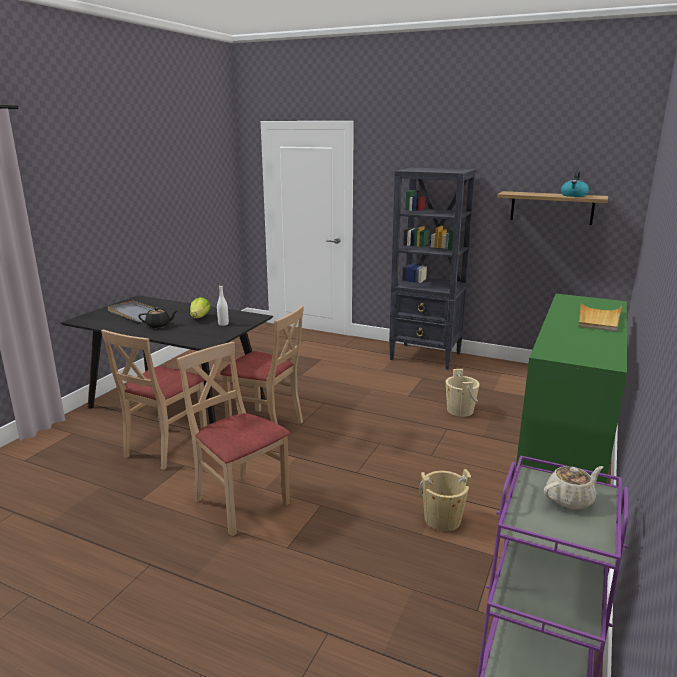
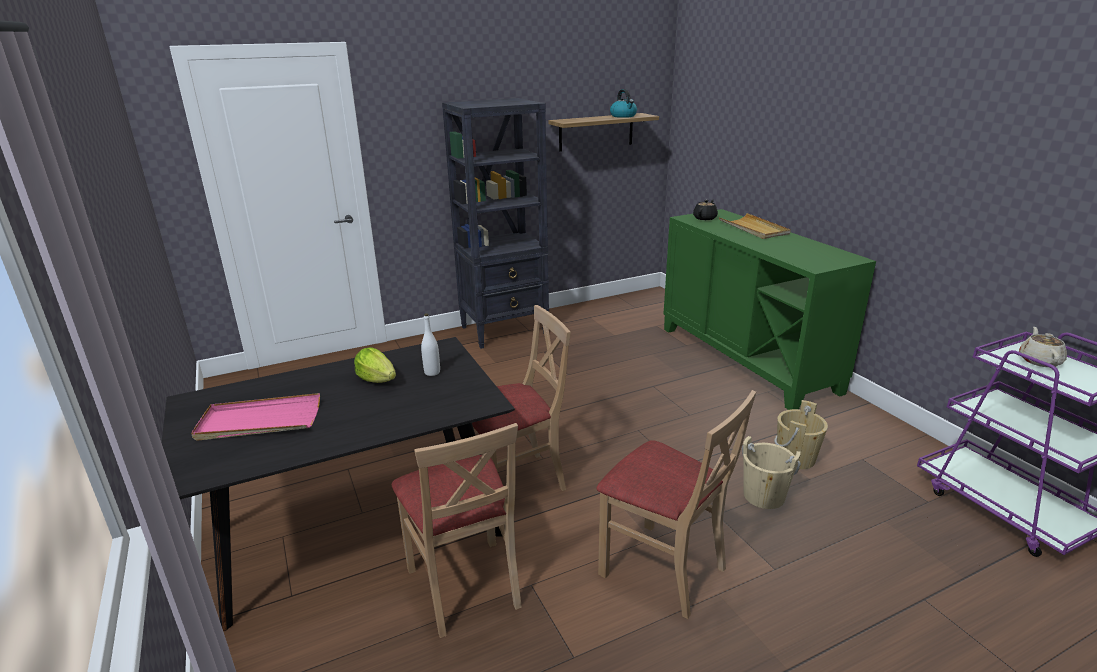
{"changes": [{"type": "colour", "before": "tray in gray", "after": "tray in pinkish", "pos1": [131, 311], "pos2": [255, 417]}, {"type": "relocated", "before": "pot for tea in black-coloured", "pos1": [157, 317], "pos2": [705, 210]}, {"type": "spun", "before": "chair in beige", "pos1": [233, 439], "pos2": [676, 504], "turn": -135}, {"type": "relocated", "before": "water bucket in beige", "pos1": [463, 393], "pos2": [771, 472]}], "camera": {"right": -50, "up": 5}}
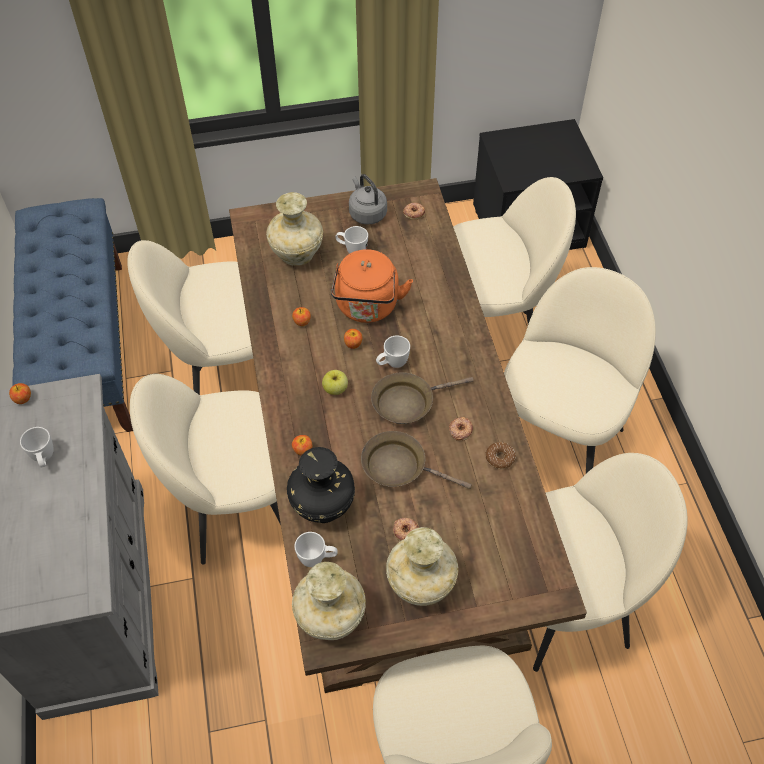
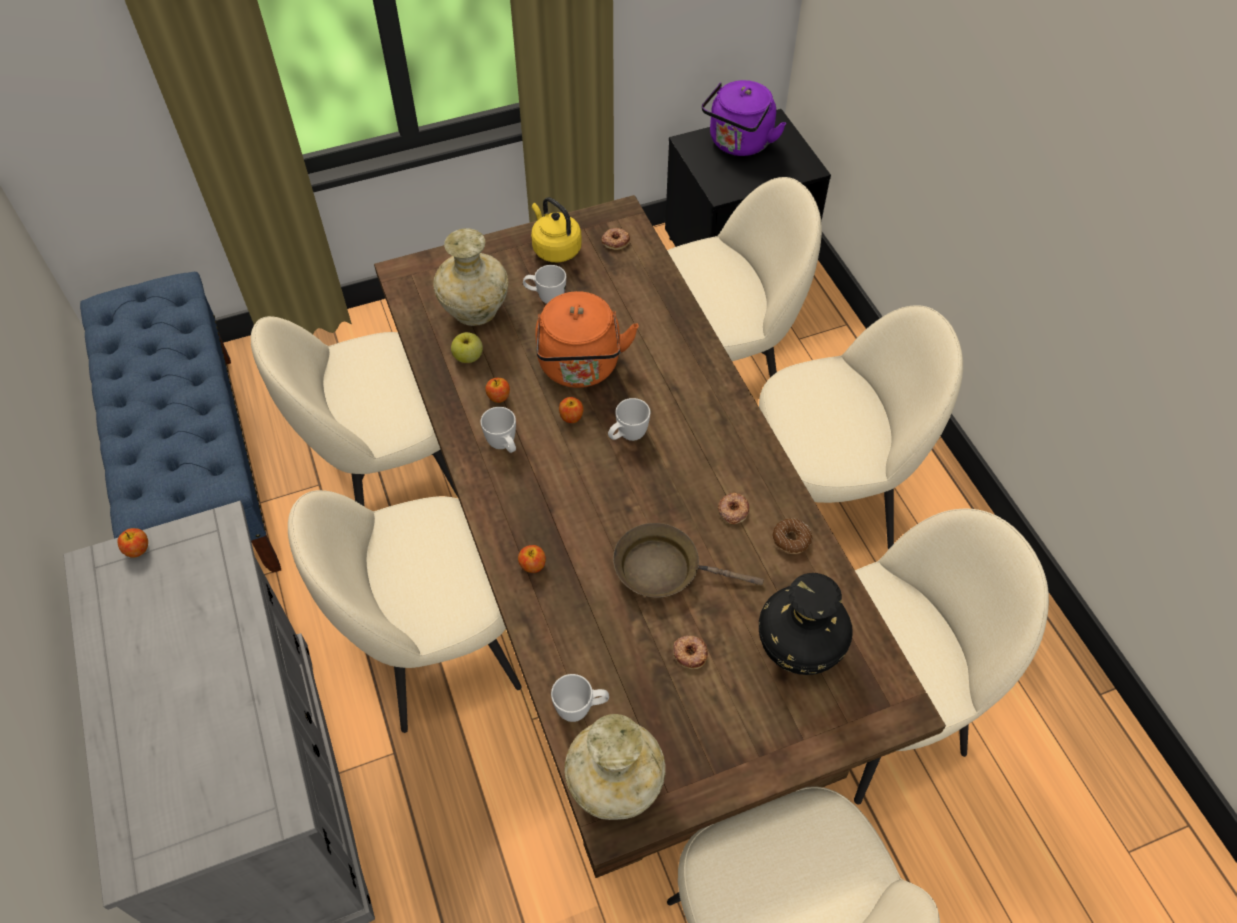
{"changes": [{"type": "relocated", "before": "tea mug in white", "pos1": [37, 447], "pos2": [498, 430]}, {"type": "relocated", "before": "flower vase in black-coloured", "pos1": [321, 485], "pos2": [806, 624]}, {"type": "relocated", "before": "apple", "pos1": [335, 382], "pos2": [467, 347]}, {"type": "colour", "before": "tea kettle in gray", "after": "tea kettle in yellow", "pos1": [368, 199], "pos2": [556, 229]}, {"type": "missing", "before": "frying pan in brown", "pos1": [422, 398]}, {"type": "missing", "before": "flower vase in beige", "pos1": [422, 566]}, {"type": "spun", "before": "chair in beige", "pos1": [580, 370], "pos2": [861, 427], "turn": 60}, {"type": "appeared", "after": "tea kettle in purple-coloured", "pos2": [744, 118]}], "camera": {"right": -10, "up": 0}}
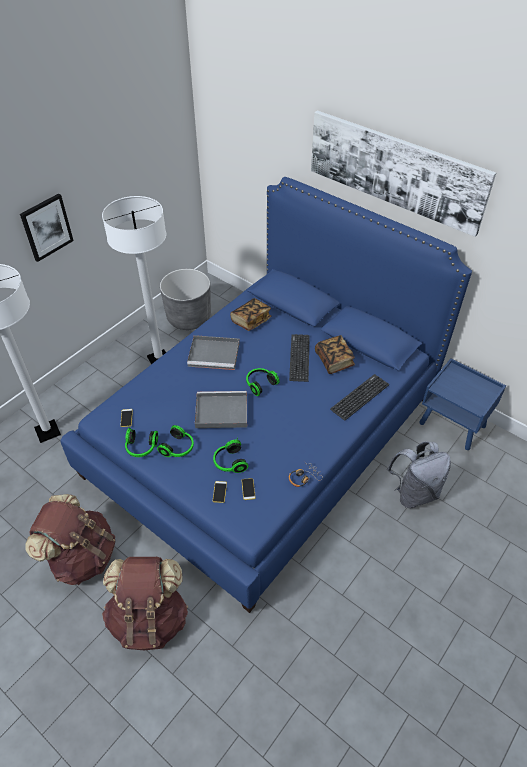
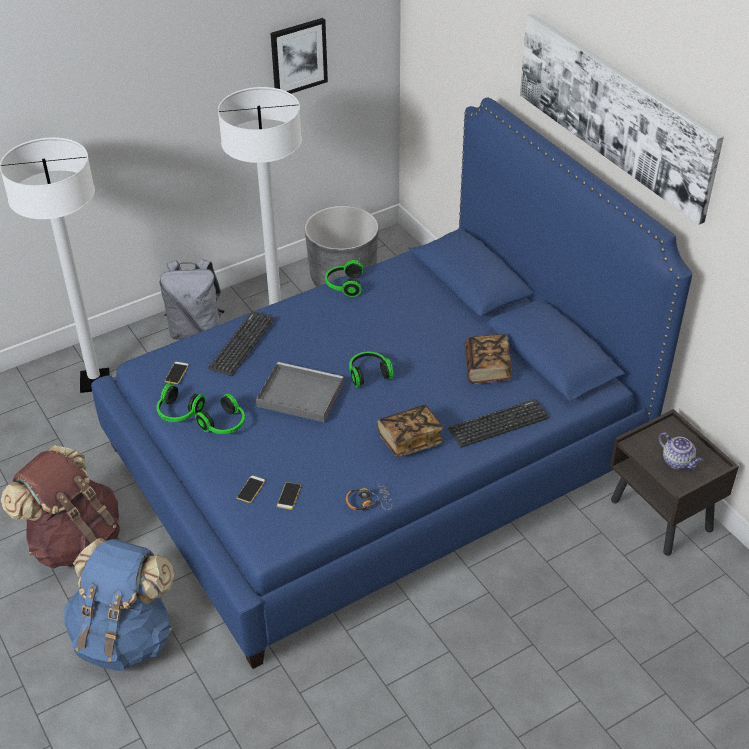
{"changes": [{"type": "relocated", "before": "wall art", "pos1": [47, 227], "pos2": [299, 56]}, {"type": "colour", "before": "knapsack in brown", "after": "knapsack in bluish", "pos1": [145, 603], "pos2": [118, 604]}, {"type": "missing", "before": "tray in gray", "pos1": [213, 352]}, {"type": "relocated", "before": "headphones", "pos1": [230, 455], "pos2": [344, 277]}, {"type": "relocated", "before": "book", "pos1": [250, 314], "pos2": [410, 431]}, {"type": "relocated", "before": "computer keyboard", "pos1": [299, 358], "pos2": [241, 344]}, {"type": "relocated", "before": "knapsack in gray", "pos1": [418, 475], "pos2": [192, 299]}, {"type": "colour", "before": "bedside table in bluish", "after": "bedside table in brown", "pos1": [462, 404], "pos2": [674, 482]}, {"type": "appeared", "after": "pot for tea", "pos2": [680, 451]}], "camera": {"right": 20, "up": -5}}
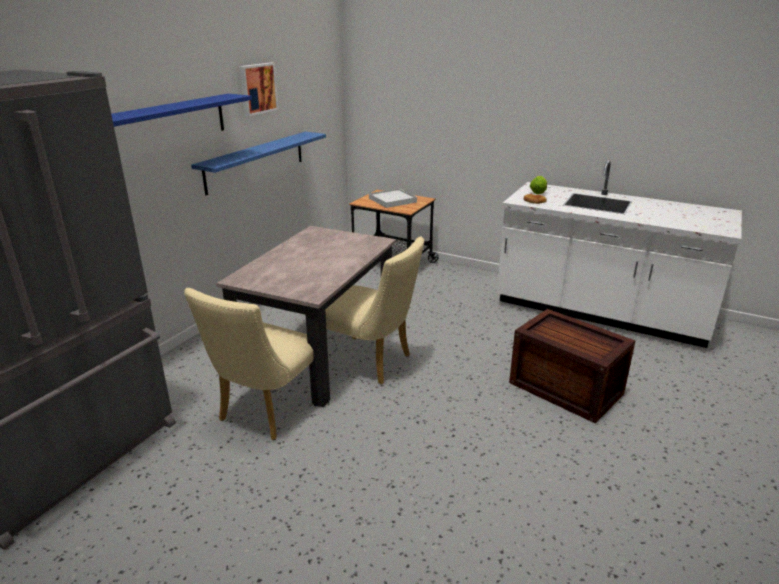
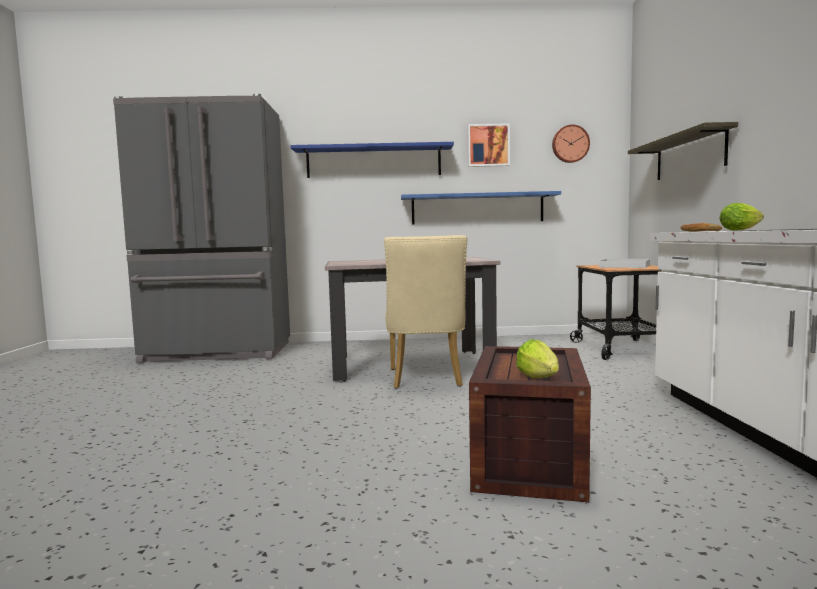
{"changes": [{"type": "missing", "before": "chair in beige", "pos1": [249, 364]}, {"type": "appeared", "after": "head of lettuce", "pos2": [537, 358]}, {"type": "appeared", "after": "hanging clock", "pos2": [571, 144]}, {"type": "appeared", "after": "bracket shelf", "pos2": [683, 151]}], "camera": {"right": 60, "up": -20}}
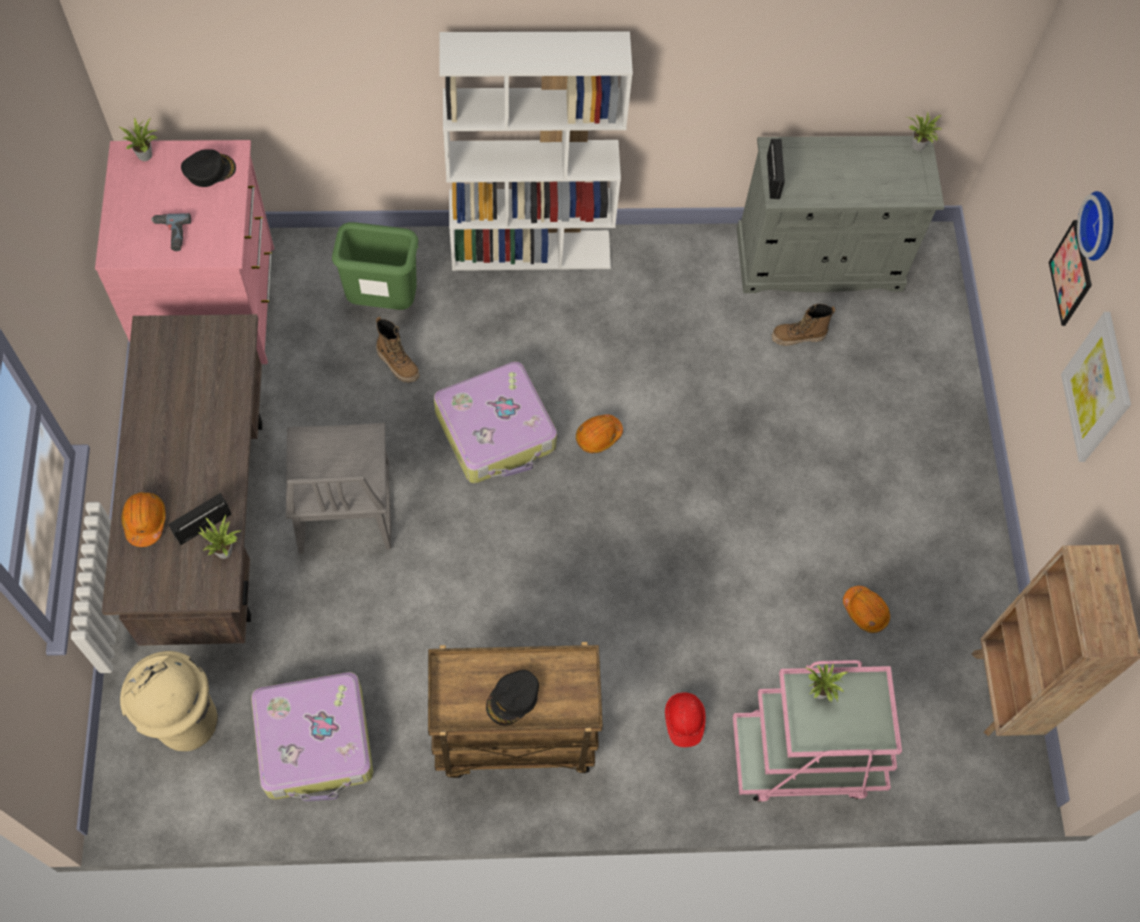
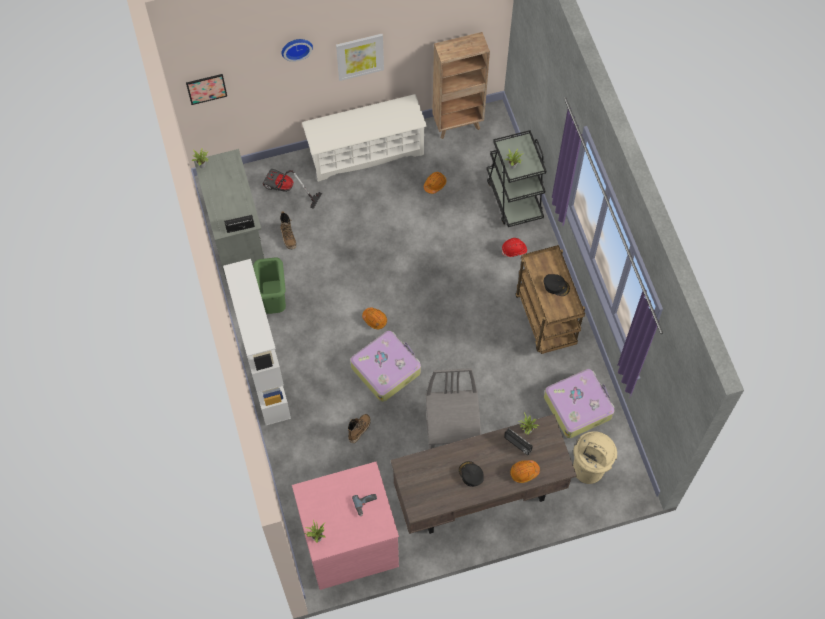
{"changes": [{"type": "relocated", "before": "baseball cap in black-coloured", "pos1": [208, 168], "pos2": [471, 474]}, {"type": "spun", "before": "chair in gray", "pos1": [338, 488], "pos2": [453, 408], "turn": -75}, {"type": "relocated", "before": "rubbish bin in green-coloured", "pos1": [375, 266], "pos2": [269, 286]}, {"type": "colour", "before": "cart in pinkish", "after": "cart in black-coloured", "pos1": [817, 731], "pos2": [516, 178]}, {"type": "relocated", "before": "wall art", "pos1": [1070, 273], "pos2": [206, 89]}, {"type": "appeared", "after": "vacuum", "pos2": [292, 189]}, {"type": "appeared", "after": "shoe stand in white", "pos2": [364, 138]}], "camera": {"right": -100, "up": 0}}
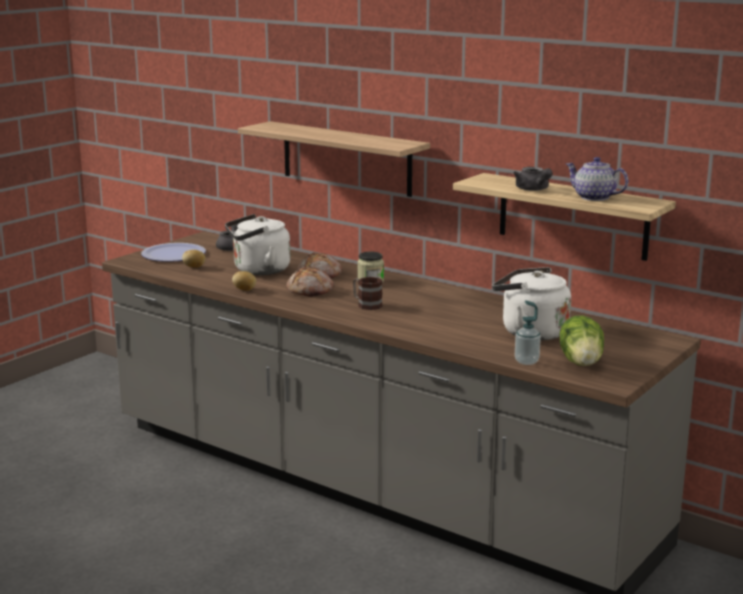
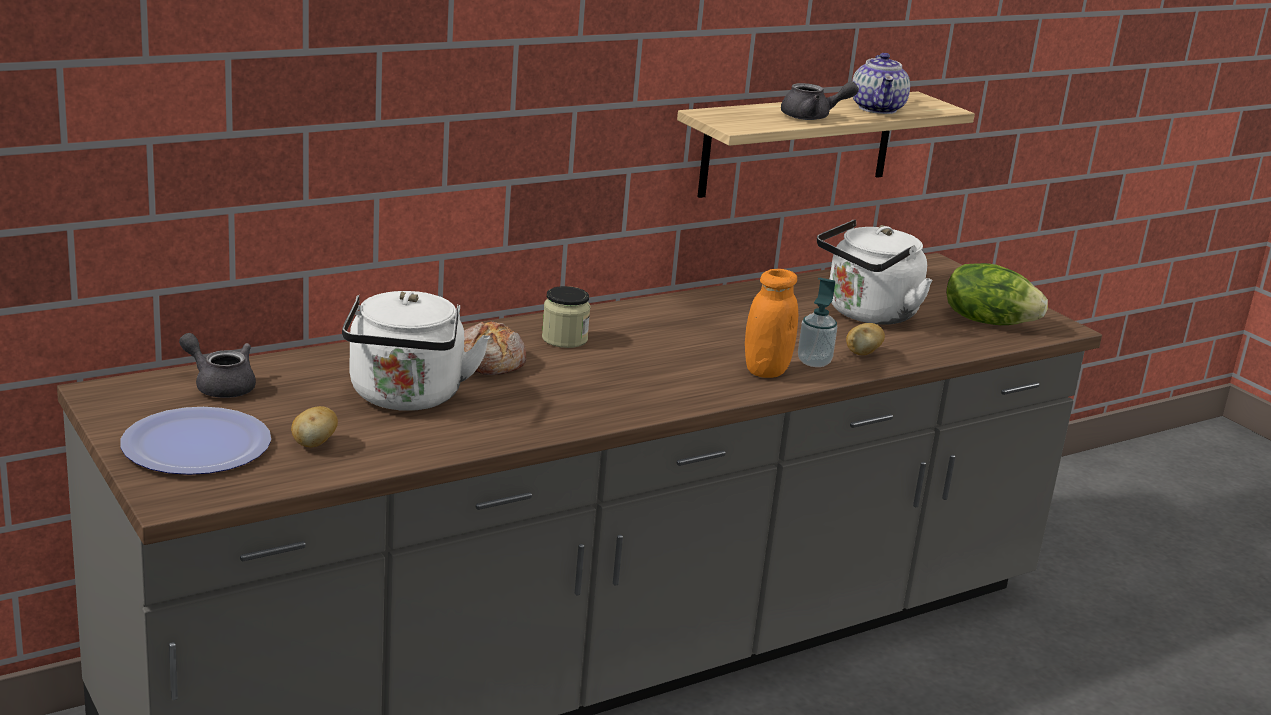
{"changes": [{"type": "relocated", "before": "whole potato", "pos1": [244, 281], "pos2": [865, 339]}, {"type": "missing", "before": "bracket shelf", "pos1": [334, 159]}, {"type": "missing", "before": "bread", "pos1": [310, 282]}, {"type": "missing", "before": "tea mug", "pos1": [368, 293]}, {"type": "relocated", "before": "soap dispenser", "pos1": [528, 332], "pos2": [817, 322]}, {"type": "spun", "before": "pot for tea", "pos1": [597, 179], "pos2": [881, 83], "turn": -60}, {"type": "appeared", "after": "preserve jar in orangey", "pos2": [771, 323]}], "camera": {"right": -70, "up": 5}}
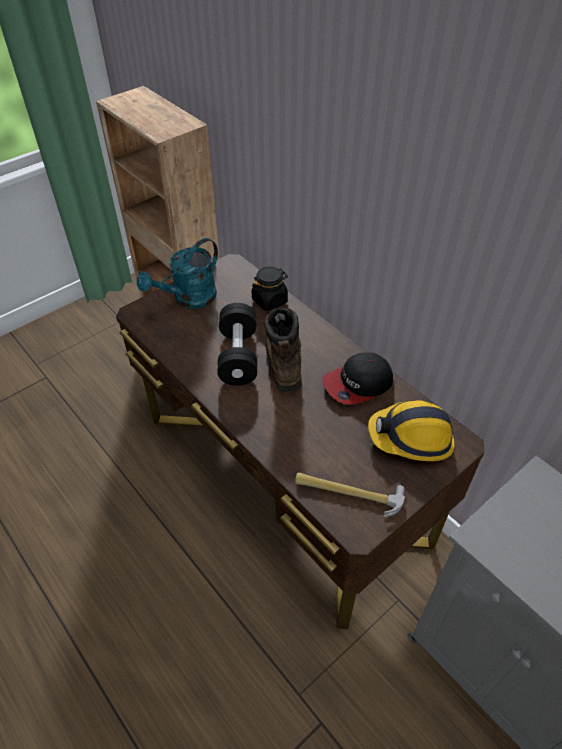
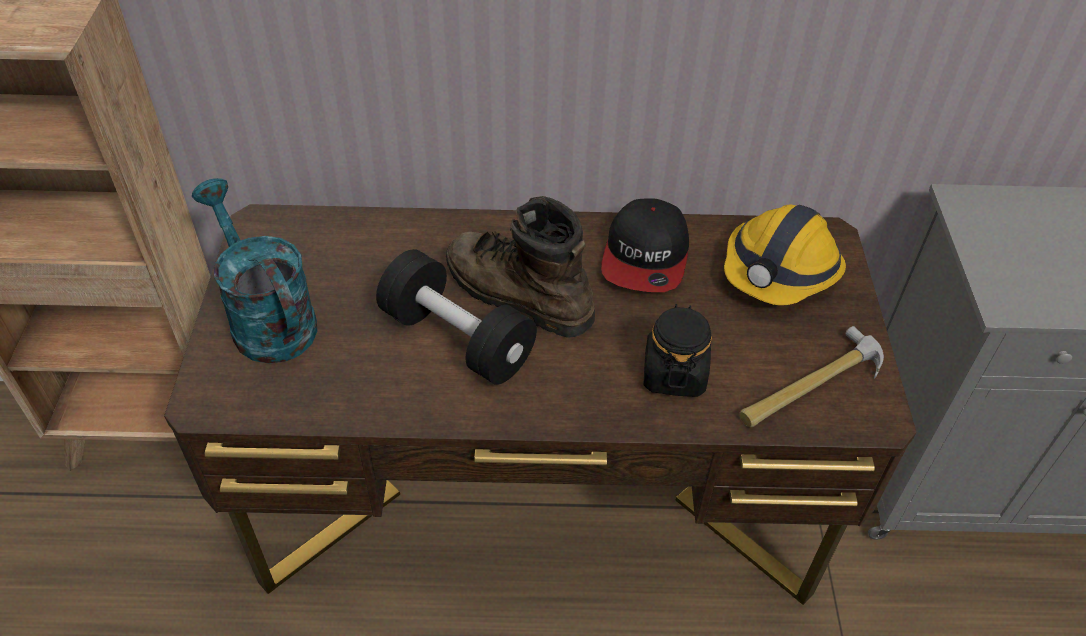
{"changes": [{"type": "spun", "before": "watering can in turquoise", "pos1": [177, 273], "pos2": [255, 271], "turn": 150}, {"type": "relocated", "before": "preserve jar in black-coloured", "pos1": [270, 288], "pos2": [677, 350]}], "camera": {"right": -50, "up": 0}}
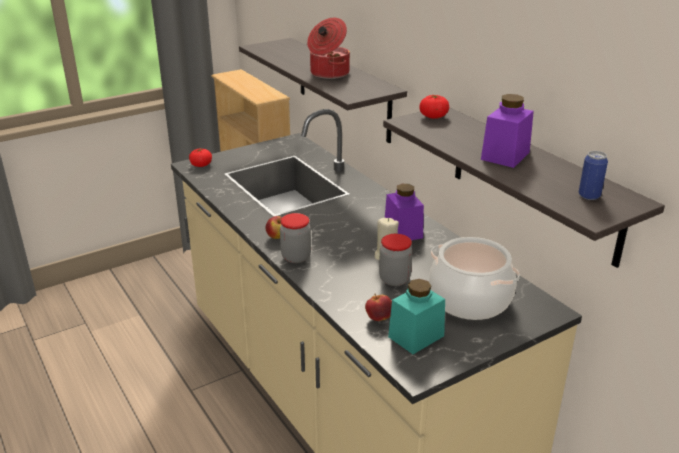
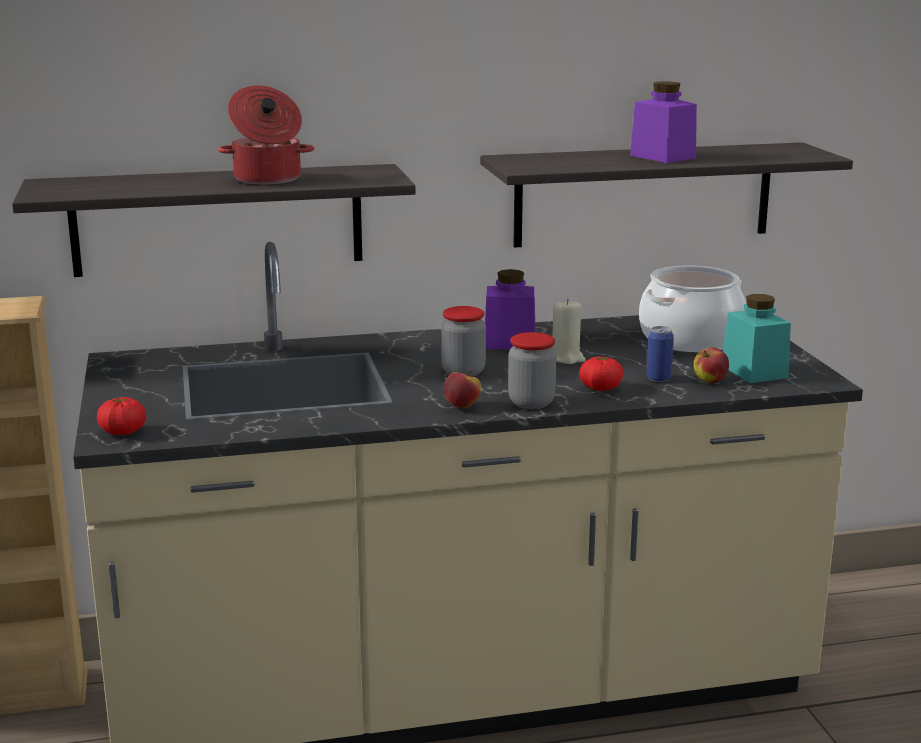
{"changes": [{"type": "relocated", "before": "preserve jar", "pos1": [395, 260], "pos2": [463, 341]}, {"type": "relocated", "before": "tomato", "pos1": [434, 107], "pos2": [602, 373]}, {"type": "relocated", "before": "metal can", "pos1": [593, 175], "pos2": [660, 354]}], "camera": {"right": -70, "up": -10}}
